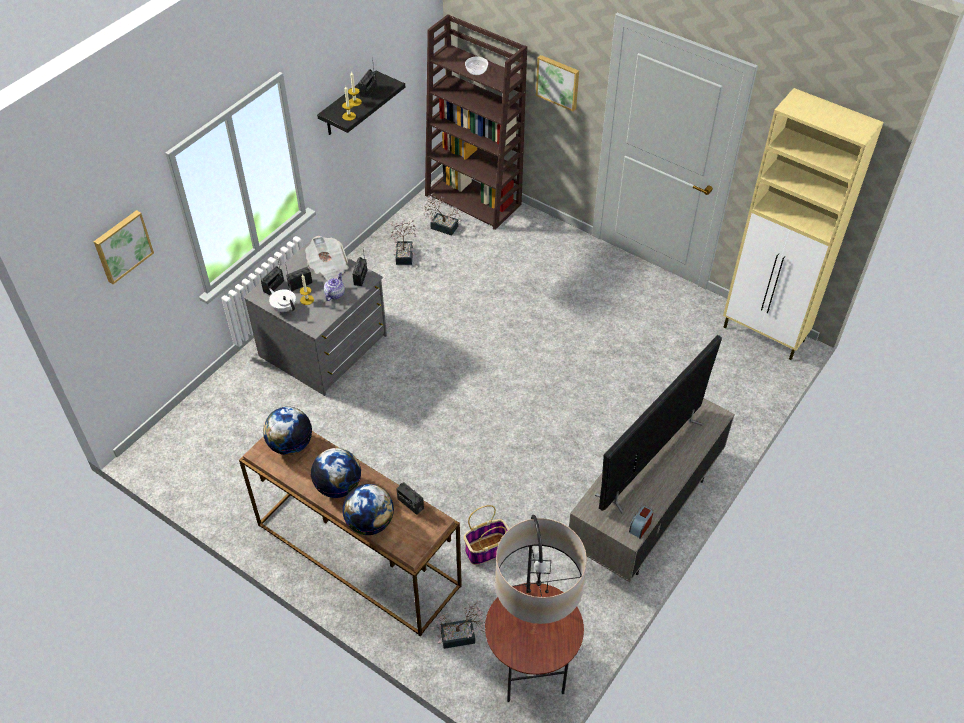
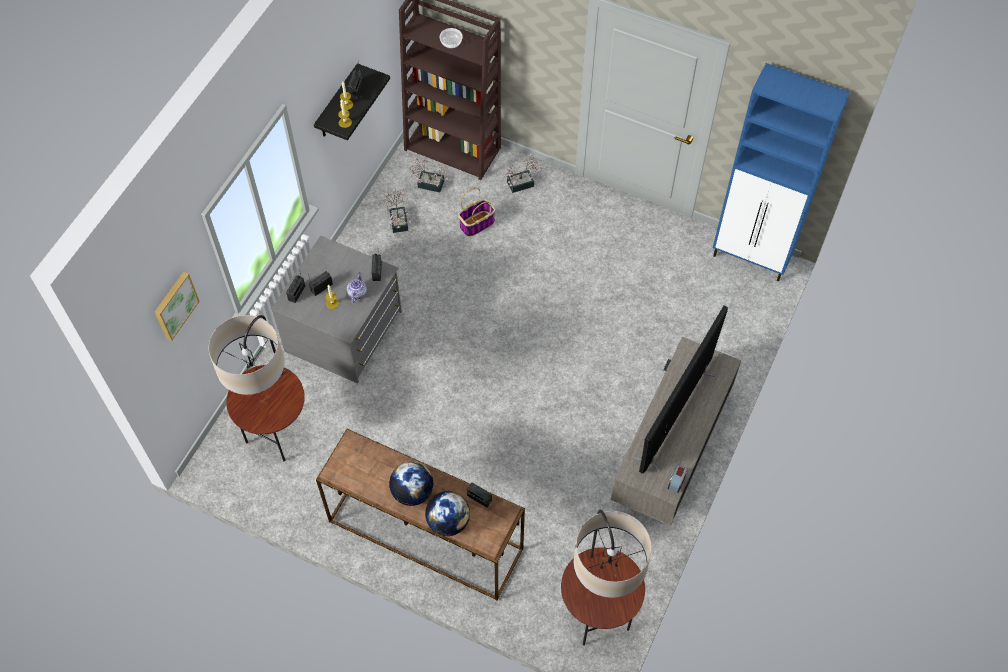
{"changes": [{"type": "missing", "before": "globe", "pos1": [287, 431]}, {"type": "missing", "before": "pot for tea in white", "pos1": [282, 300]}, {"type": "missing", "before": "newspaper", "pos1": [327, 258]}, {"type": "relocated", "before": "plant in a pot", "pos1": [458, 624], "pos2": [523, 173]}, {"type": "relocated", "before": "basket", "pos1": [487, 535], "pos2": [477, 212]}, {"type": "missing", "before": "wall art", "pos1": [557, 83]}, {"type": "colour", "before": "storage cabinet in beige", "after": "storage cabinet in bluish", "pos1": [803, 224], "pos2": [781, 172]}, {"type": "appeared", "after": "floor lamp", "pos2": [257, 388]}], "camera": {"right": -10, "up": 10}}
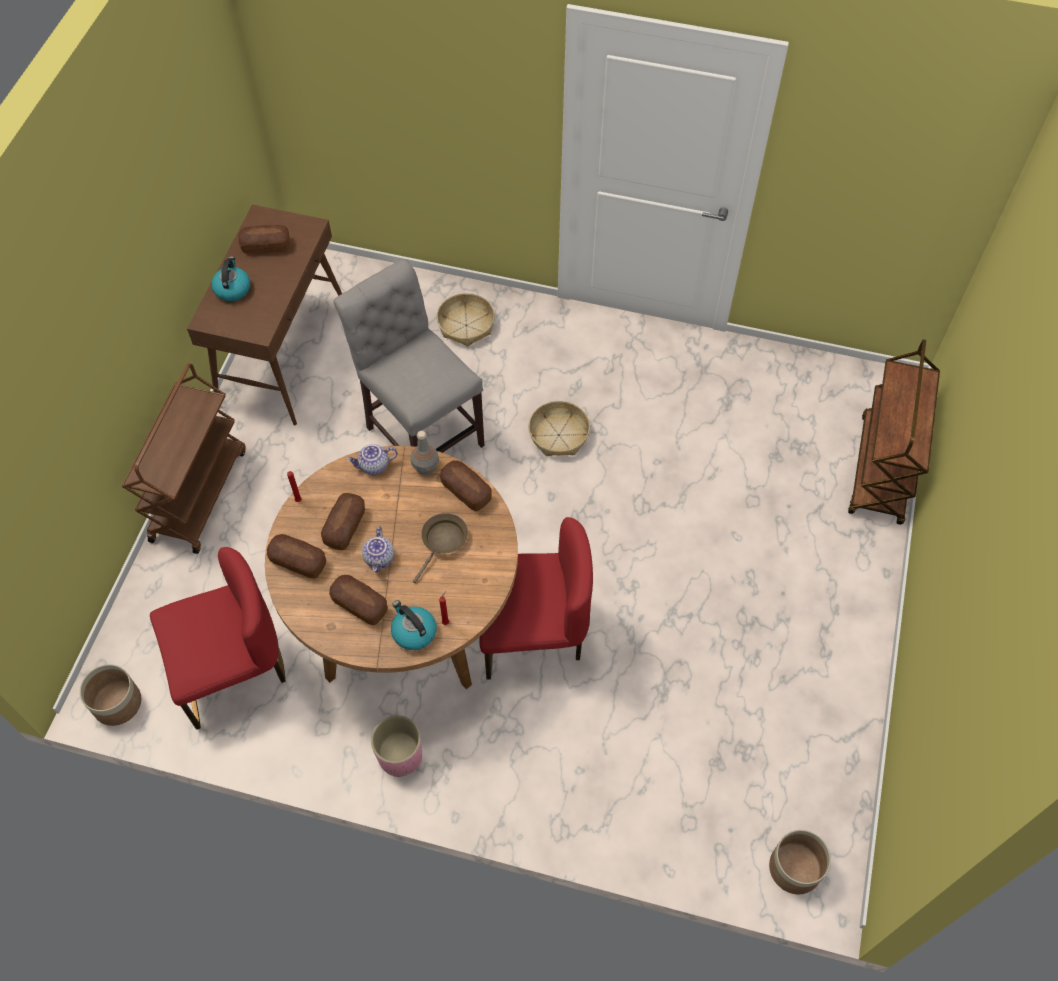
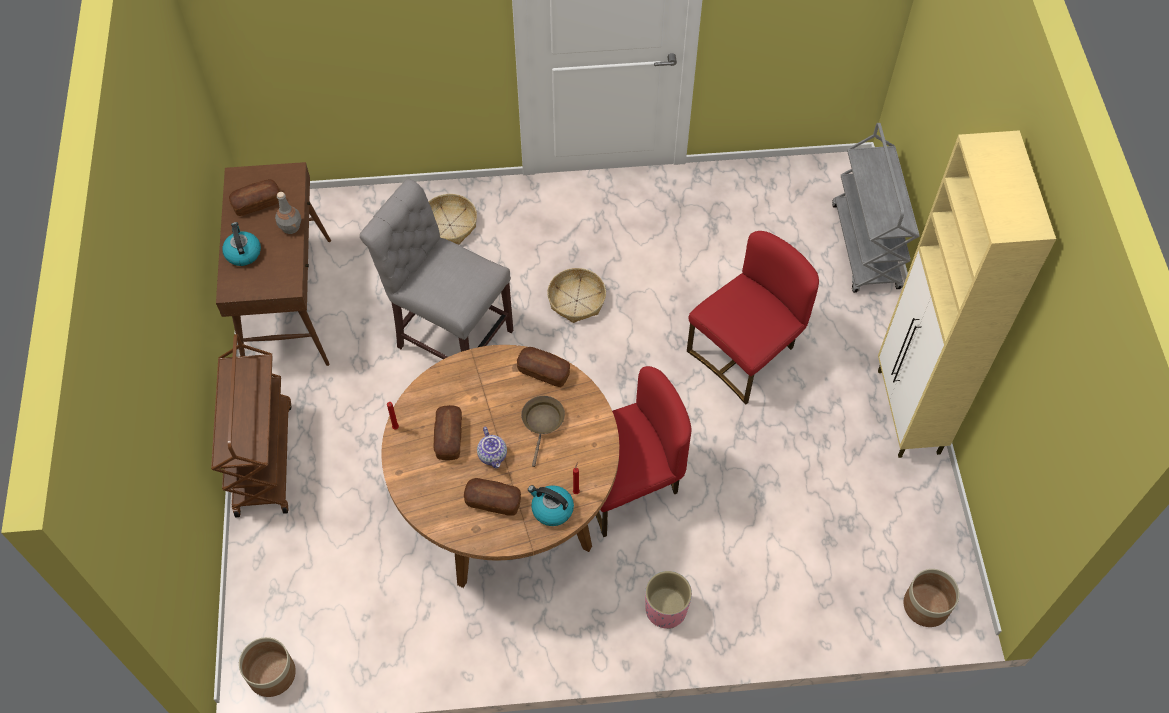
{"changes": [{"type": "relocated", "before": "chair in reddish", "pos1": [217, 638], "pos2": [753, 318]}, {"type": "missing", "before": "bread", "pos1": [296, 556]}, {"type": "missing", "before": "pot for tea", "pos1": [372, 459]}, {"type": "relocated", "before": "flower pot in pinkish", "pos1": [396, 746], "pos2": [668, 600]}, {"type": "relocated", "before": "beverage bottle in gray", "pos1": [424, 453], "pos2": [288, 213]}, {"type": "colour", "before": "cart in brown", "after": "cart in gray", "pos1": [894, 432], "pos2": [875, 208]}, {"type": "appeared", "after": "storage cabinet in beige", "pos2": [967, 294]}], "camera": {"right": -20, "up": 0}}
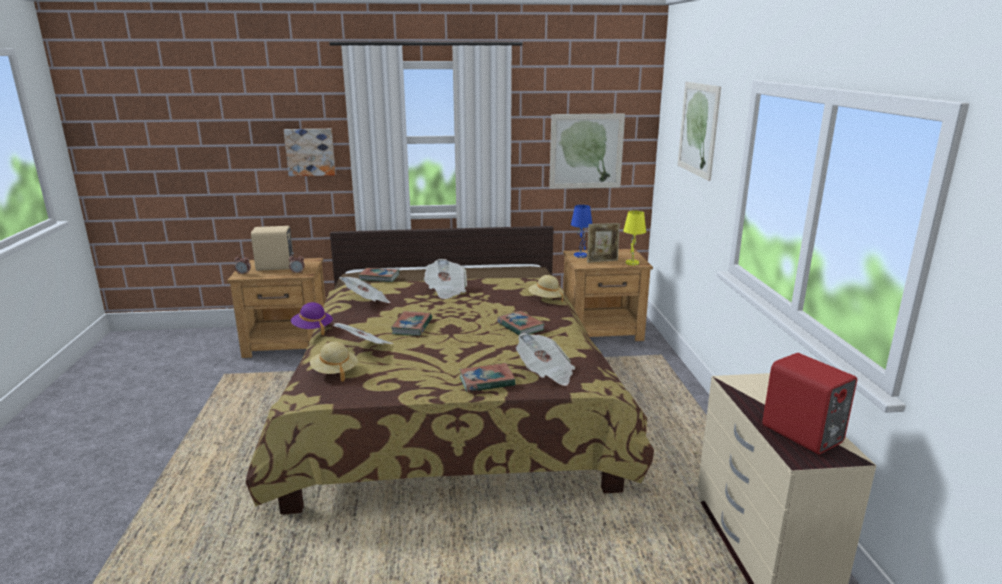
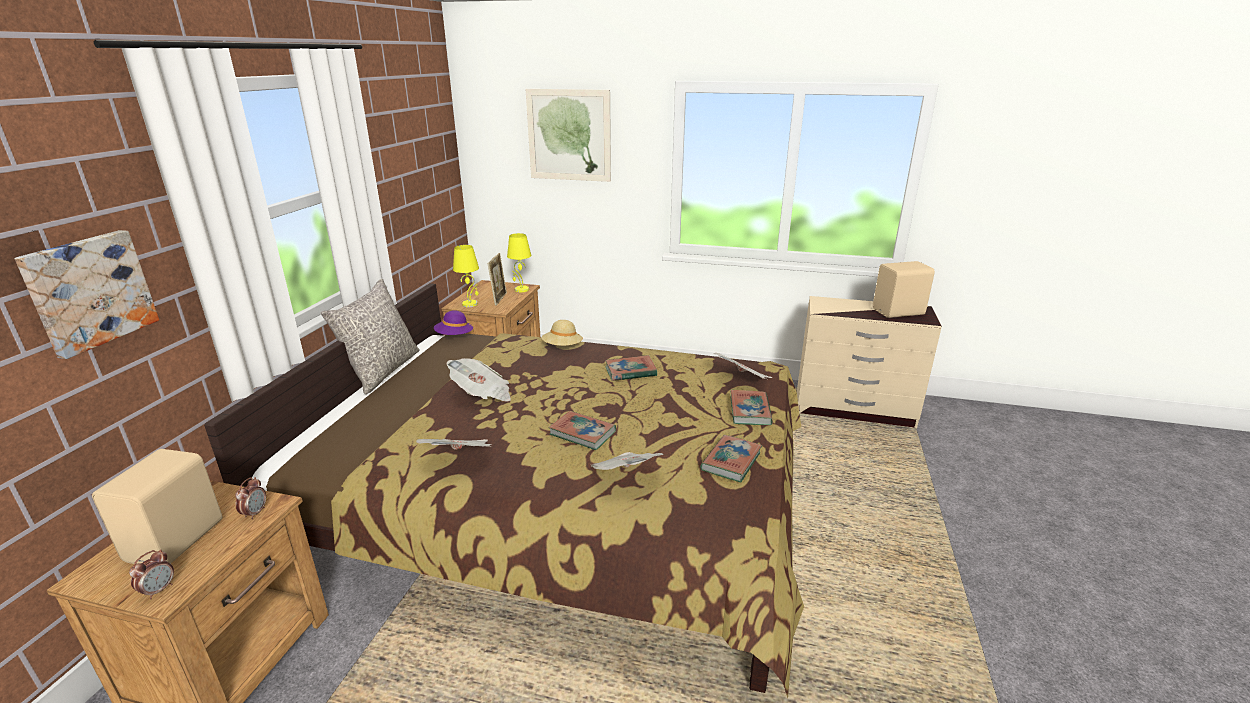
{"changes": [{"type": "relocated", "before": "hat in purple-coloured", "pos1": [312, 318], "pos2": [454, 322]}, {"type": "missing", "before": "hat in beige", "pos1": [334, 361]}, {"type": "relocated", "before": "book", "pos1": [379, 275], "pos2": [731, 458]}, {"type": "missing", "before": "wall art", "pos1": [587, 151]}, {"type": "colour", "before": "table lamp in bluish", "after": "table lamp in yellow", "pos1": [581, 231], "pos2": [466, 276]}, {"type": "colour", "before": "audio speaker in reddish", "after": "audio speaker in beige", "pos1": [809, 403], "pos2": [904, 289]}, {"type": "appeared", "after": "pillow in gray", "pos2": [370, 336]}], "camera": {"right": -70, "up": 5}}
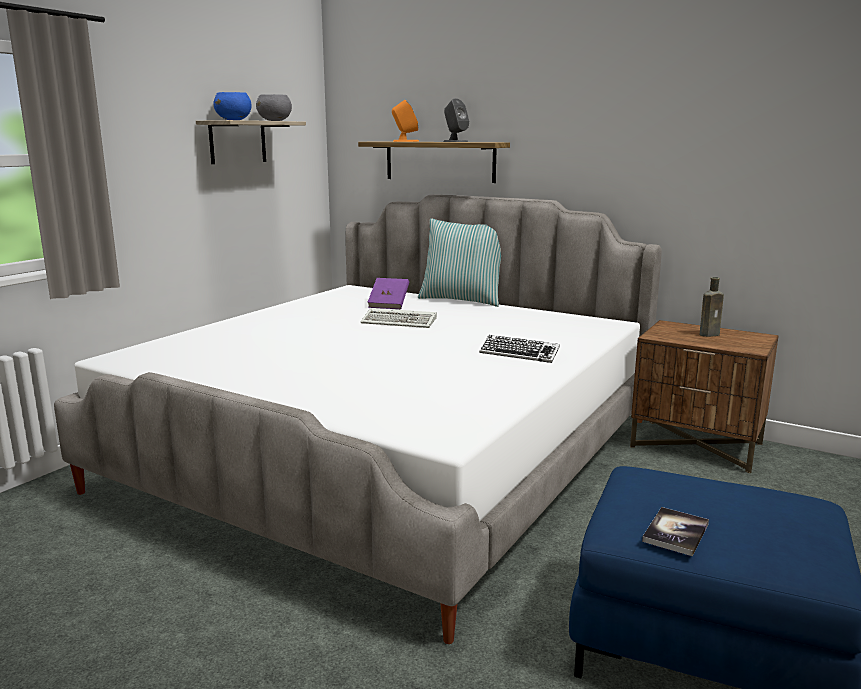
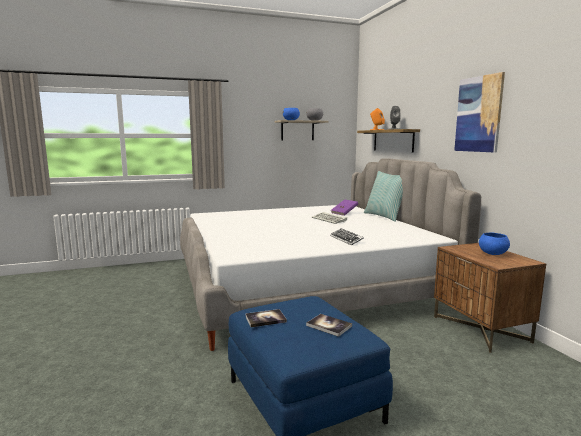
{"changes": [{"type": "exchanged", "before": "beverage bottle in brown", "after": "deep dish in bluish", "pos1": [712, 307], "pos2": [494, 243]}, {"type": "appeared", "after": "book", "pos2": [329, 325]}, {"type": "appeared", "after": "wall art", "pos2": [479, 112]}], "camera": {"right": 40, "up": -5}}
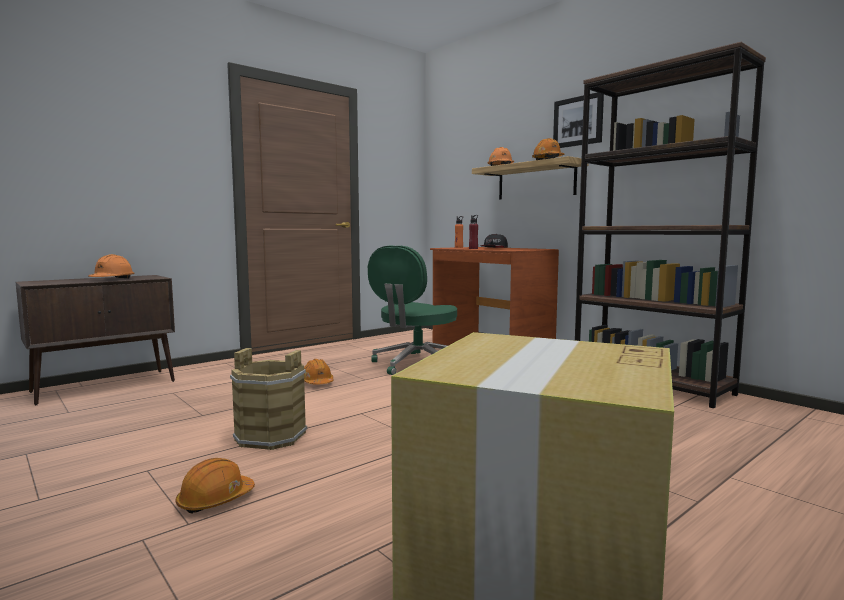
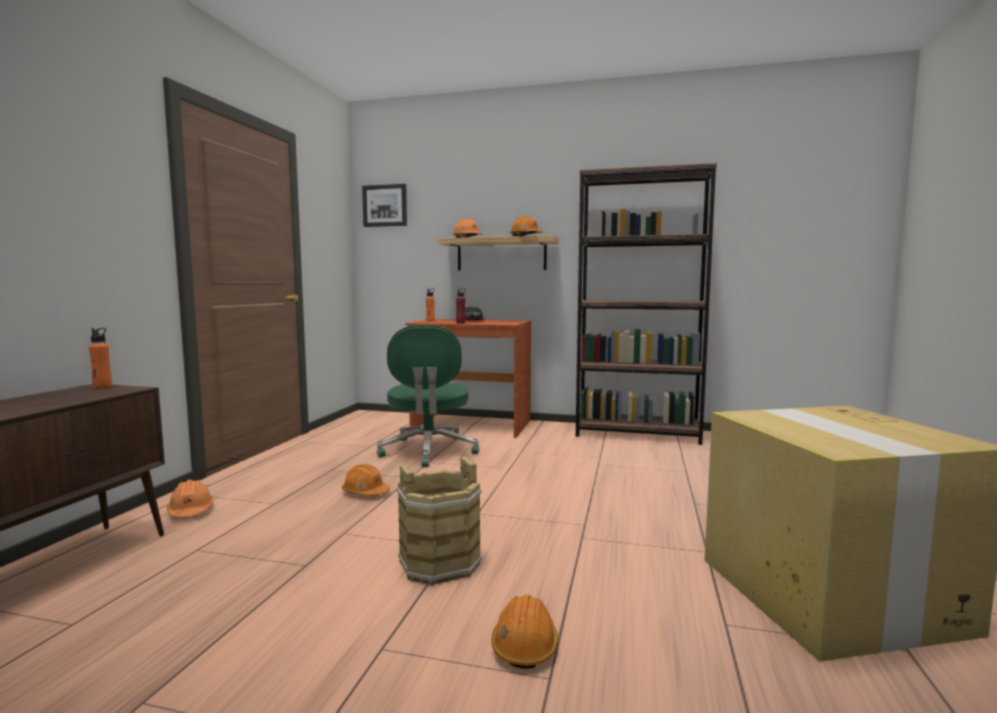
{"changes": [{"type": "relocated", "before": "hard hat in orangey", "pos1": [111, 266], "pos2": [190, 498]}, {"type": "relocated", "before": "wall art", "pos1": [578, 120], "pos2": [384, 205]}, {"type": "appeared", "after": "beverage bottle in orangey", "pos2": [100, 358]}], "camera": {"right": -35, "up": 0}}
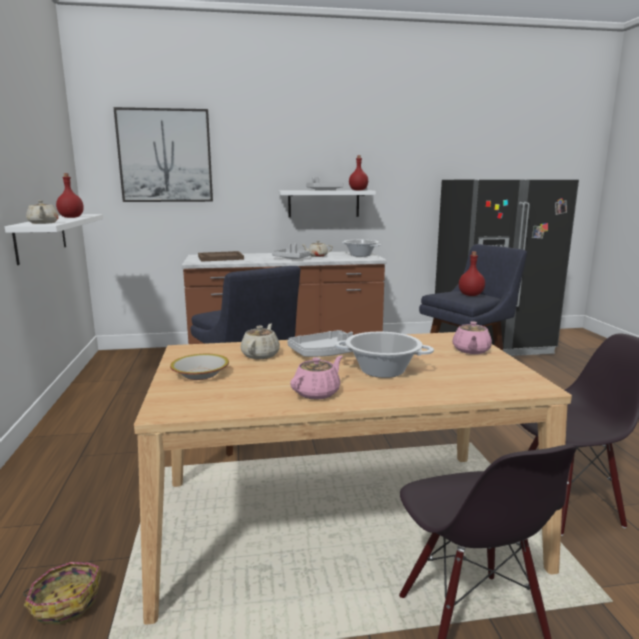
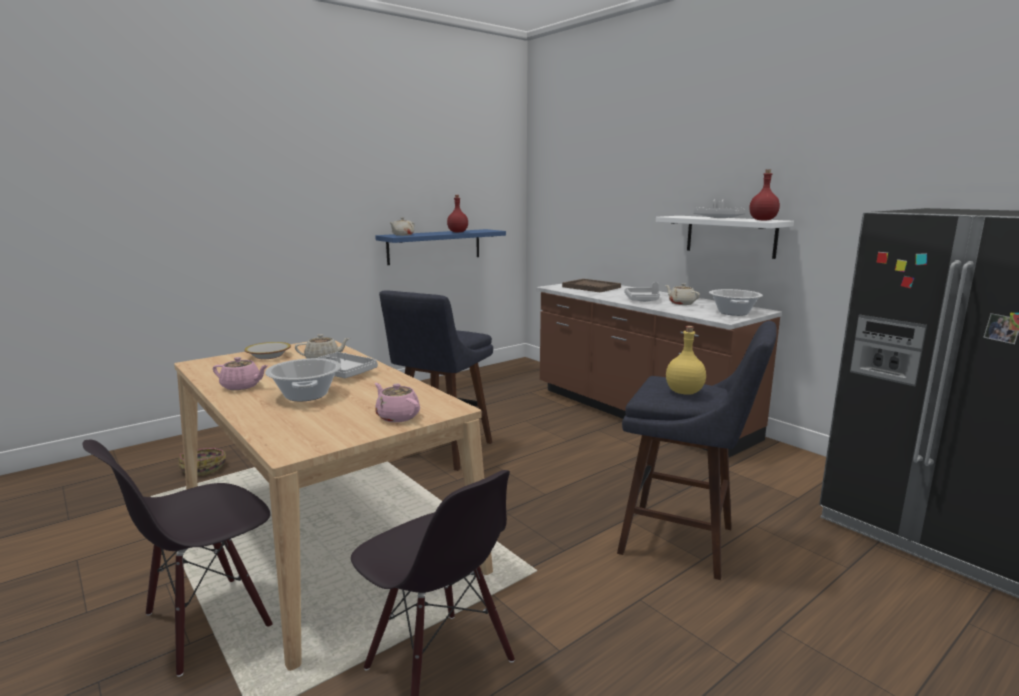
{"changes": [{"type": "colour", "before": "bracket shelf in white", "after": "bracket shelf in bluish", "pos1": [54, 239], "pos2": [440, 247]}, {"type": "missing", "before": "wall art", "pos1": [163, 154]}, {"type": "spun", "before": "pot for tea in pinkish", "pos1": [472, 337], "pos2": [397, 402], "turn": 60}, {"type": "colour", "before": "beverage bottle in reddish", "after": "beverage bottle in yellow", "pos1": [472, 274], "pos2": [686, 360]}], "camera": {"right": 60, "up": 0}}
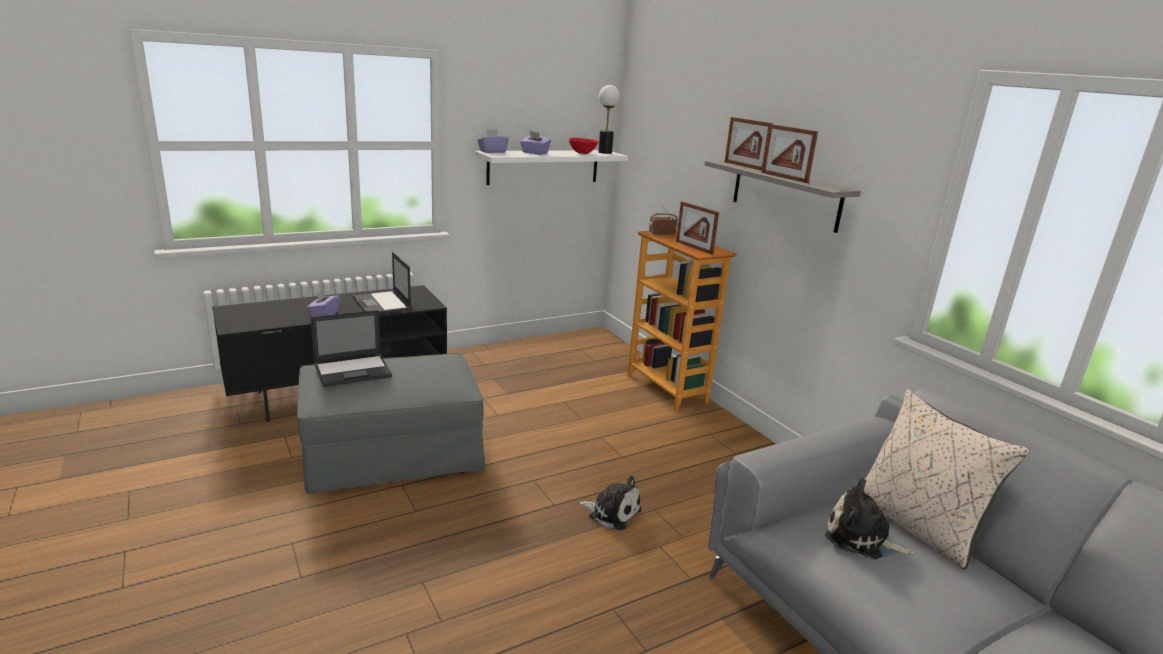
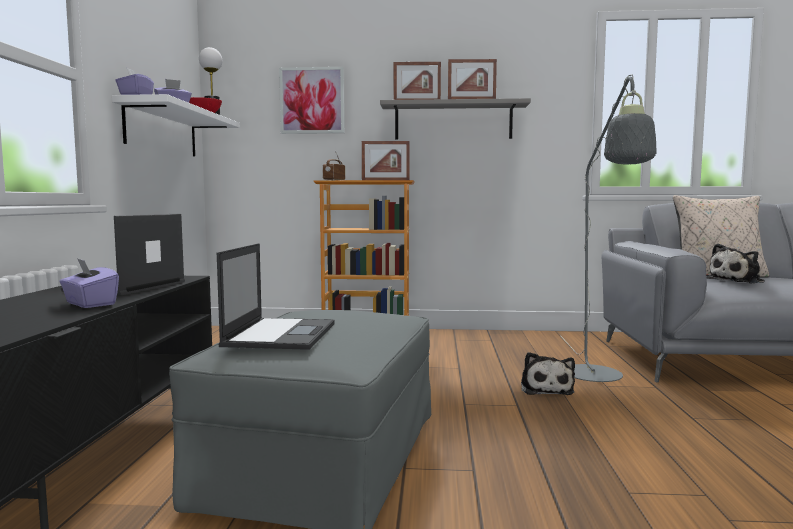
{"changes": [{"type": "spun", "before": "portable computer", "pos1": [382, 283], "pos2": [123, 254], "turn": 105}, {"type": "spun", "before": "plush toy", "pos1": [610, 503], "pos2": [548, 373], "turn": 120}, {"type": "appeared", "after": "wall art", "pos2": [311, 100]}, {"type": "appeared", "after": "floor lamp in gray", "pos2": [608, 228]}], "camera": {"right": -55, "up": -15}}
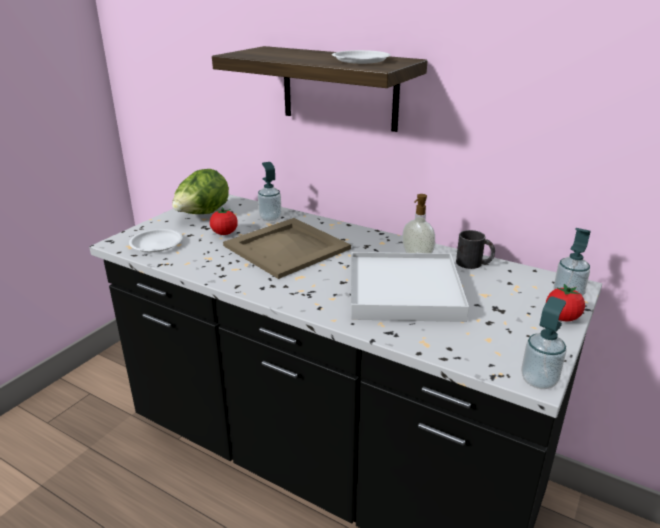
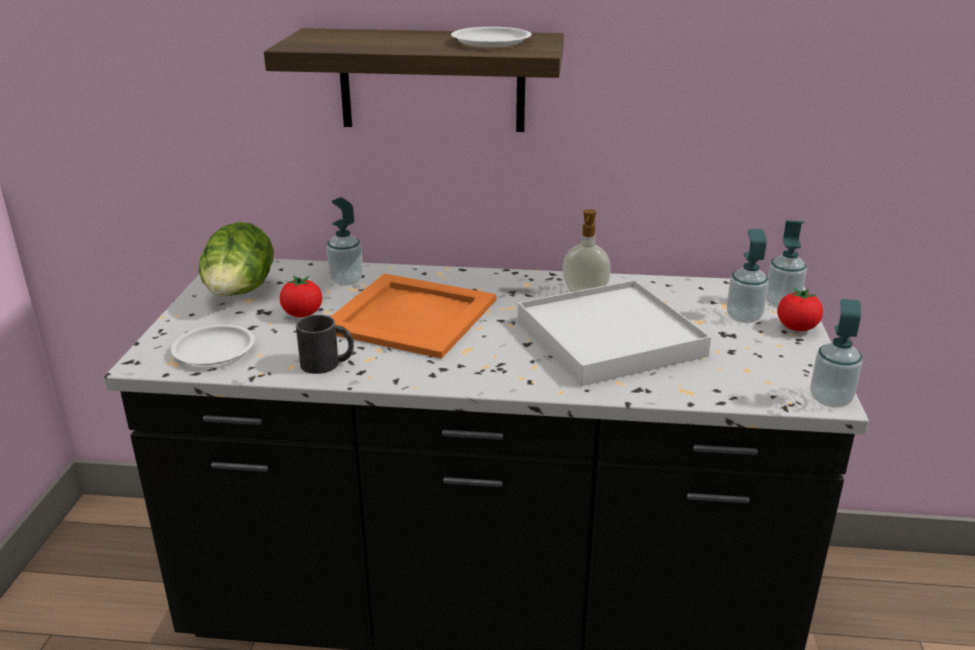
{"changes": [{"type": "colour", "before": "tray in beige", "after": "tray in orangey", "pos1": [287, 248], "pos2": [413, 316]}, {"type": "relocated", "before": "tea mug in black-coloured", "pos1": [475, 249], "pos2": [325, 344]}, {"type": "appeared", "after": "soap dispenser", "pos2": [748, 276]}], "camera": {"right": -25, "up": 0}}
